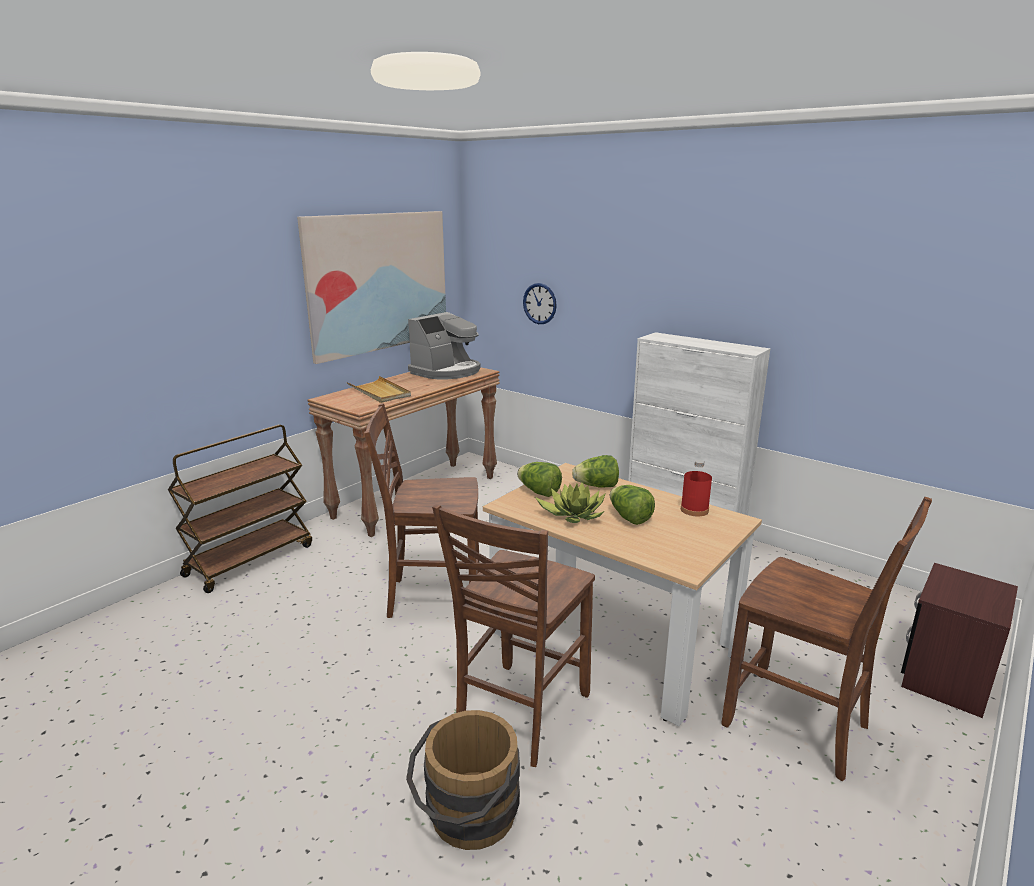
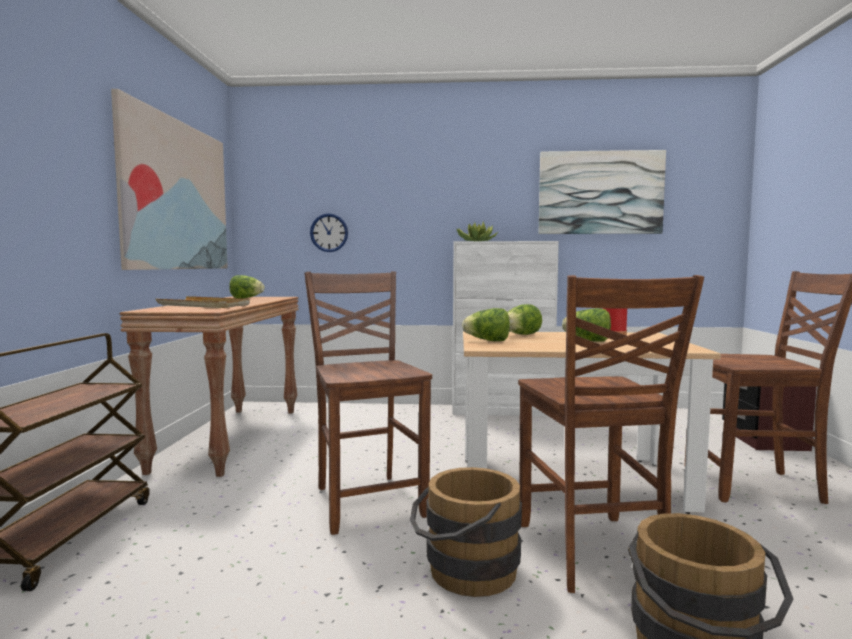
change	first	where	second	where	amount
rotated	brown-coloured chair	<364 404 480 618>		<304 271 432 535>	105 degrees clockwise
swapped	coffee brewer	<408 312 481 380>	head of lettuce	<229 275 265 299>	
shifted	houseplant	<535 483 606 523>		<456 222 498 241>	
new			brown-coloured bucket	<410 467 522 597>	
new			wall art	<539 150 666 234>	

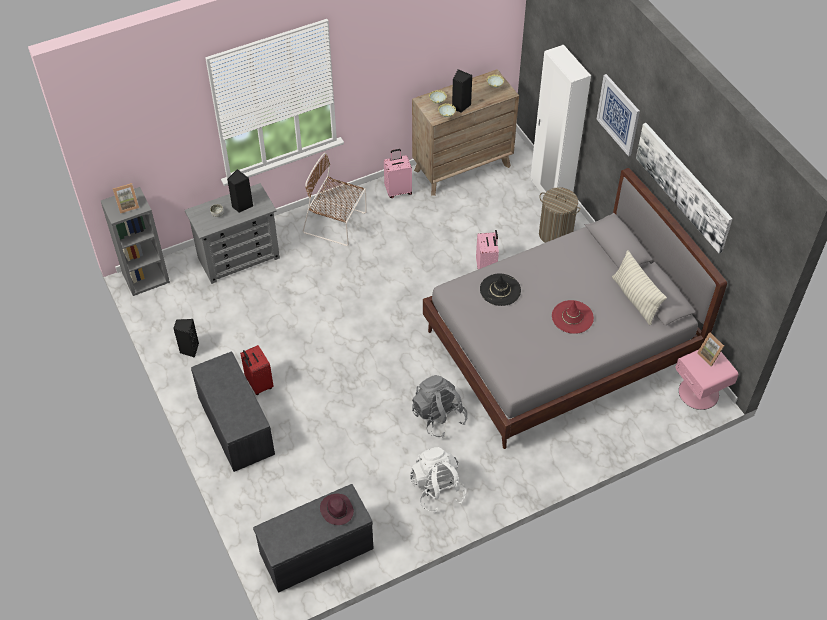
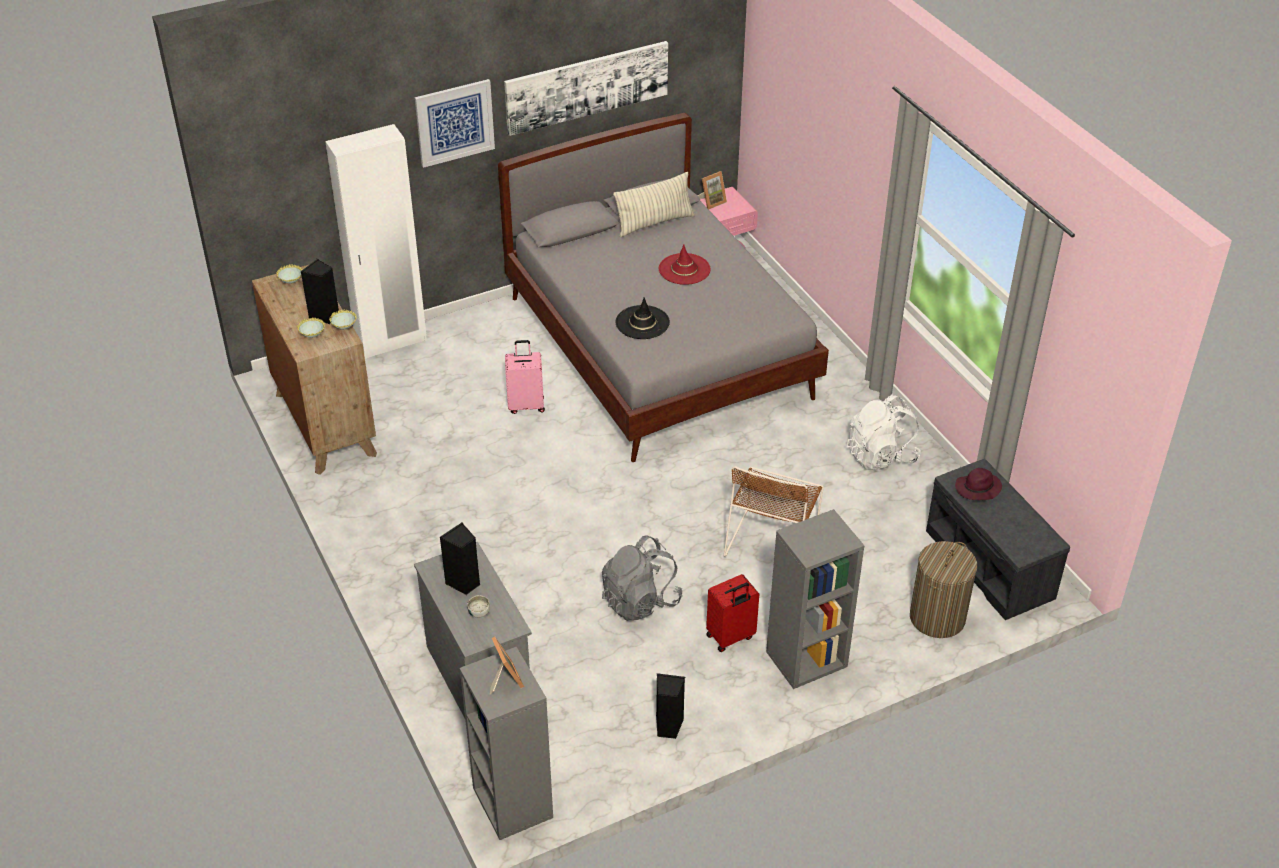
change	first	where	second	where	amount
swapped	gray long seat	<191 352 275 472>	gray bookshelf	<766 509 864 689>	
shifted	brown-coloured chair	<303 153 367 246>		<724 466 824 557>	
gone	pinkish suitcase	<384 149 412 198>			
shifted	gray rucksack	<412 375 467 438>		<602 536 682 621>	
shifted	washing basket	<539 187 581 243>		<910 541 977 638>	

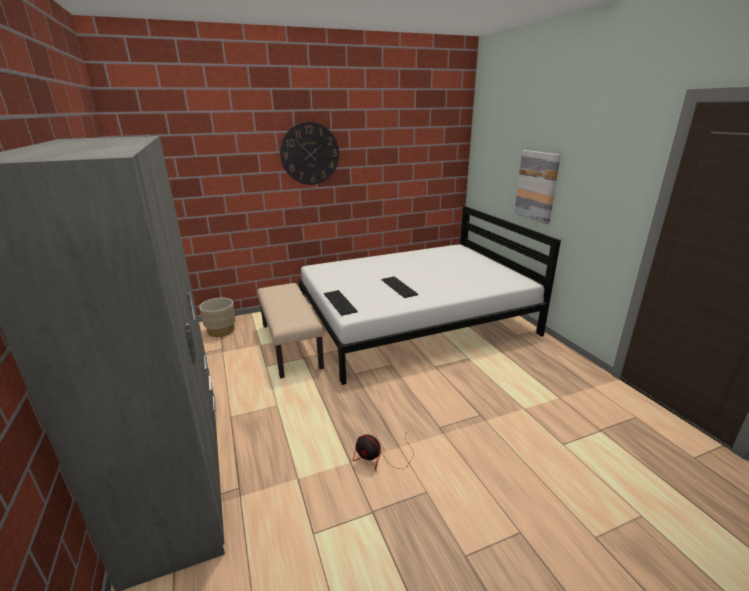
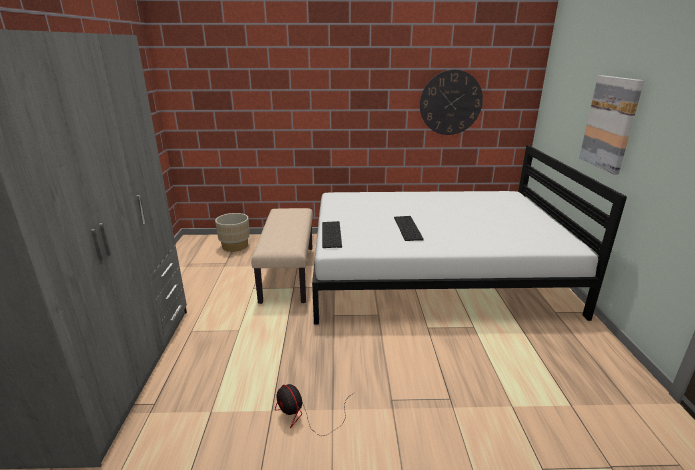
change	first	where	second	where	amount
shifted	hanging clock	<280 122 339 185>		<420 70 483 135>	

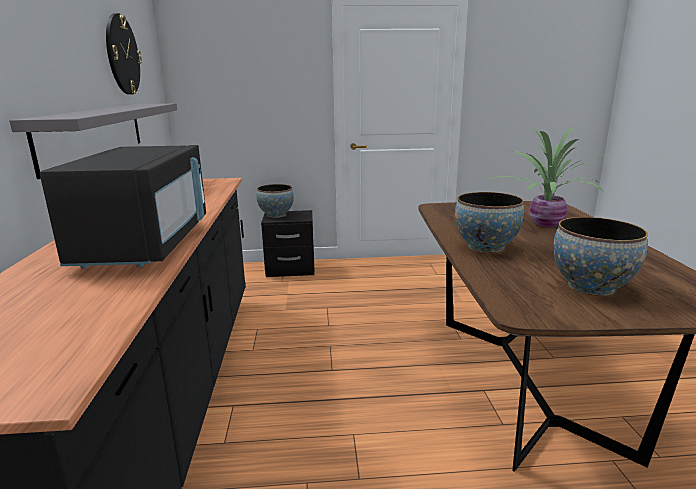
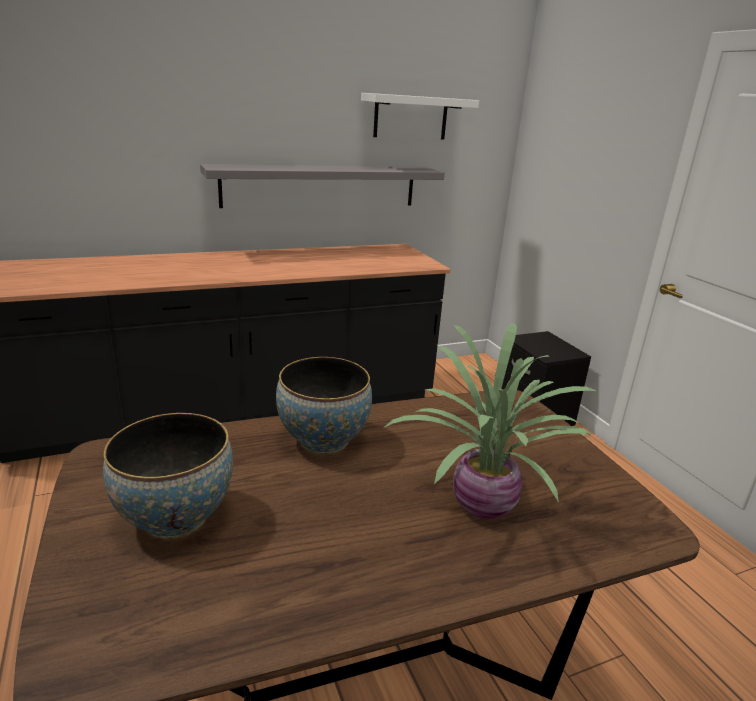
change	first	where	second	where	amount
gone	blackish microwave	<40 145 206 269>			
swapped	hanging clock	<106 13 142 95>	white-coloured shelf	<361 93 479 140>	
gone	bowl	<256 184 294 218>			

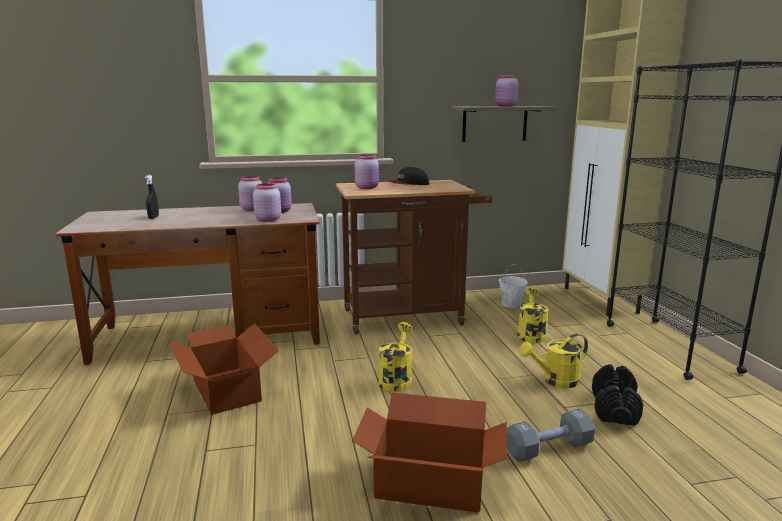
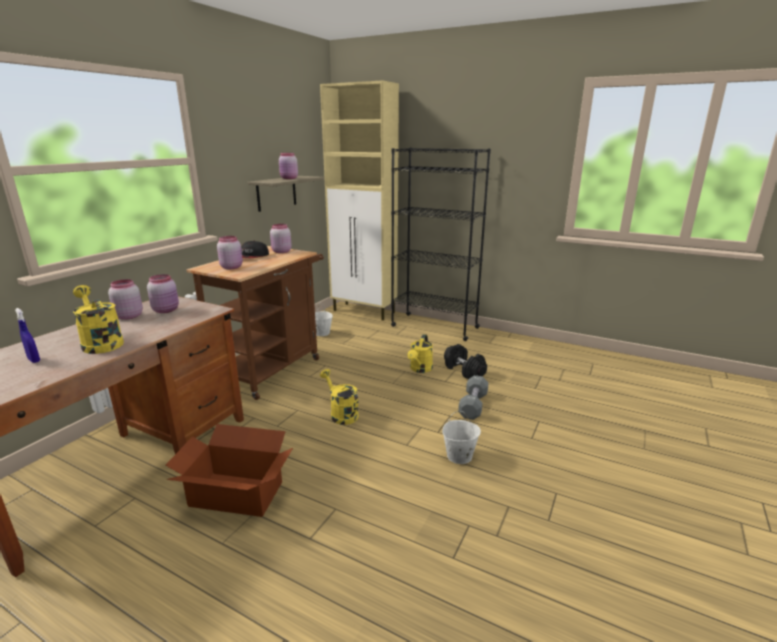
change	first	where	second	where	amount
repainted	blackish hand sprayer	<145 175 159 219>	bluish hand sprayer	<15 308 40 363>	
shifted	pinkish preserve jar	<253 183 281 222>		<270 224 292 253>	
swapped	cardboard box	<352 393 507 513>	white-coloured bucket	<442 411 481 464>	
shifted	yellow-coloured sprinkling can	<517 287 549 343>		<73 285 124 354>	

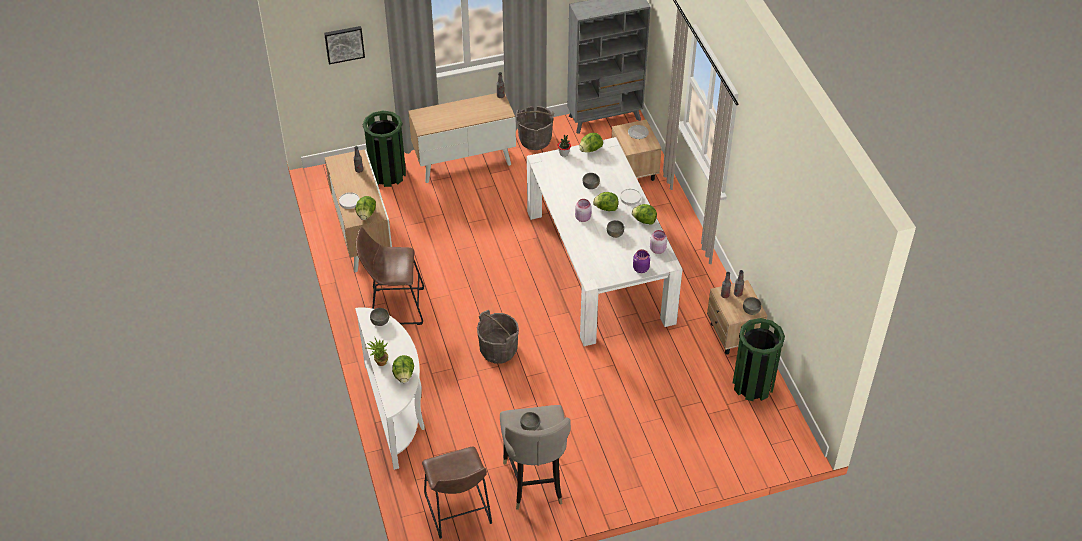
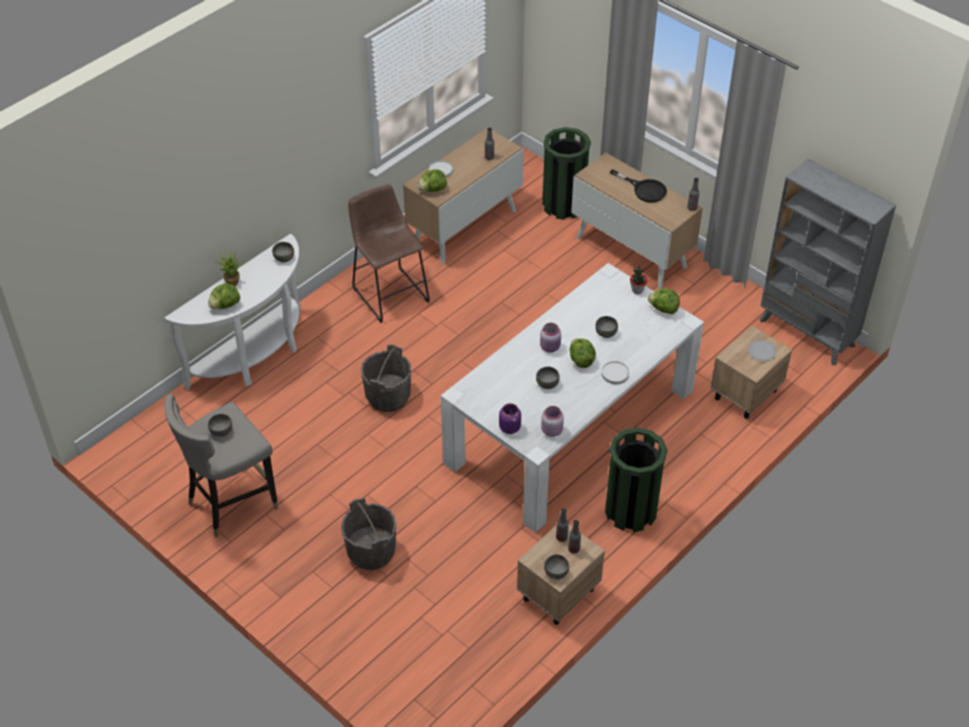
change	first	where	second	where	amount
gone	wall art	<324 26 365 64>			
gone	brown-coloured stool seat	<422 447 492 539>			
shifted	gray bucket	<516 106 554 150>		<341 497 397 570>	
gone	head of lettuce	<631 204 657 225>			
shifted	greenish trash can	<733 318 785 401>		<605 427 668 532>	
new			blackish pan	<610 169 667 203>	

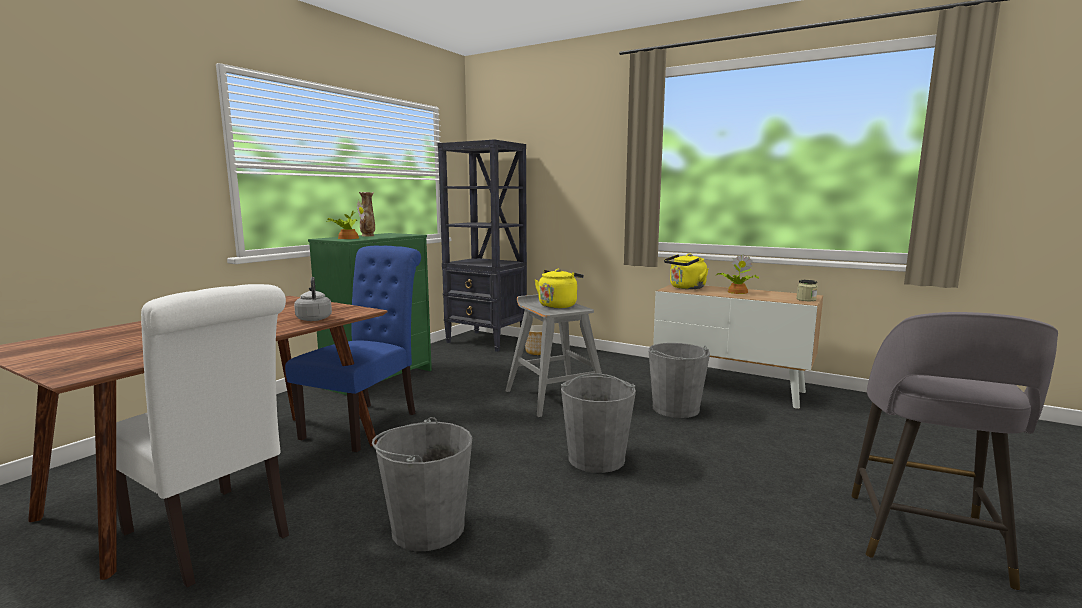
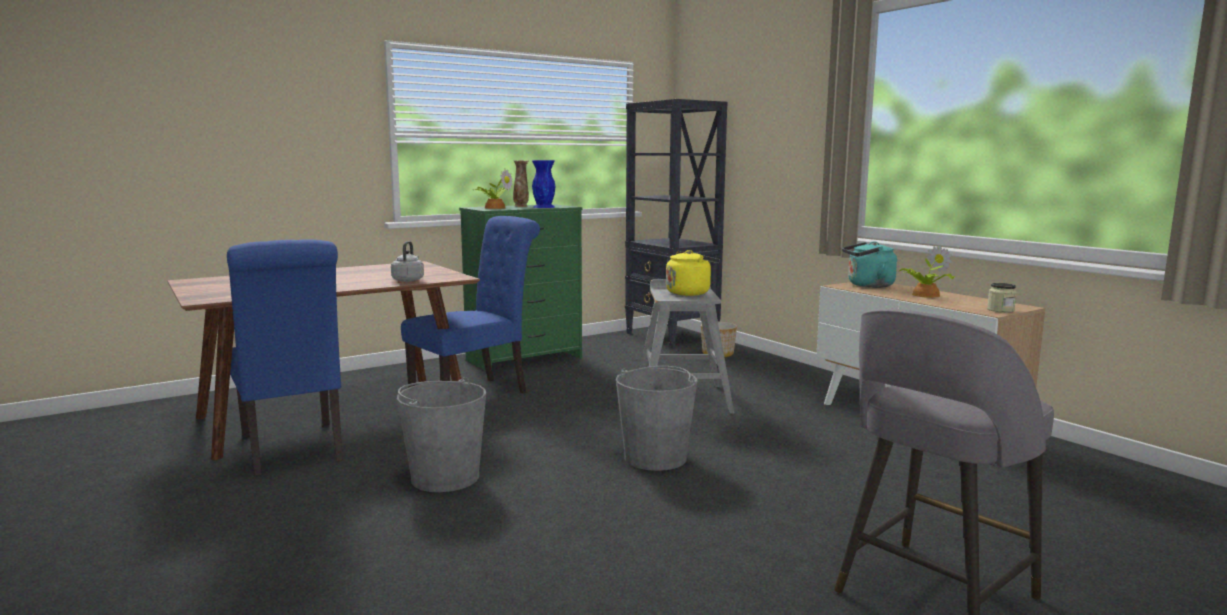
change	first	where	second	where	amount
repainted	white-coloured chair	<116 284 289 588>	bluish chair	<227 239 343 476>	
gone	gray bucket	<648 343 710 418>			
repainted	yellow-coloured kettle	<664 253 708 289>	blue-green kettle	<842 241 897 288>	
new			bluish decorative vase	<532 160 556 208>	

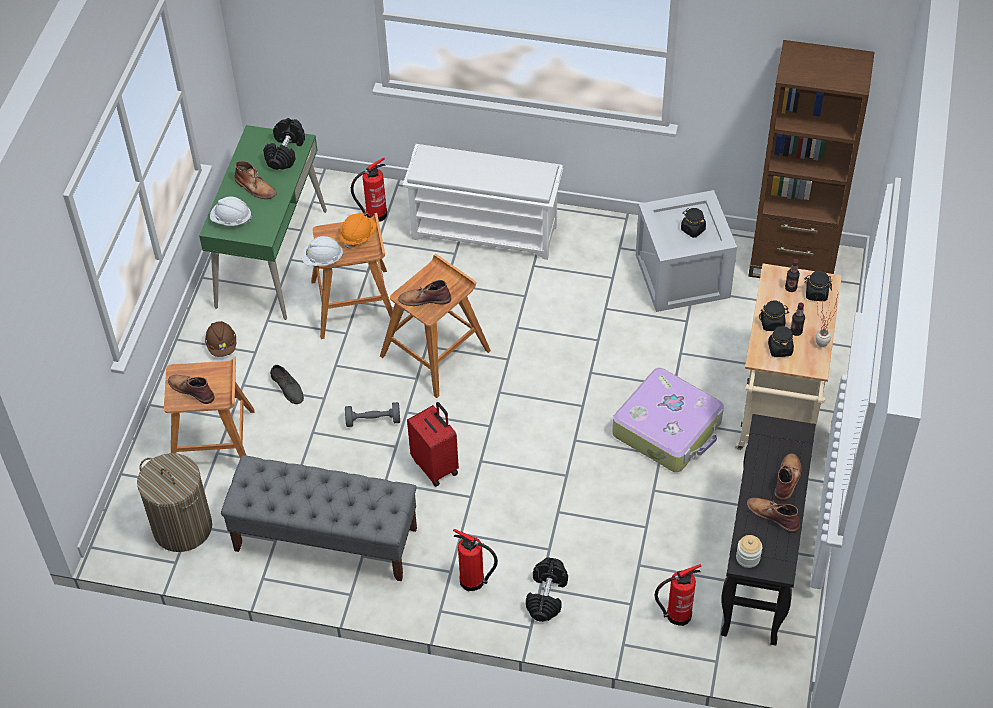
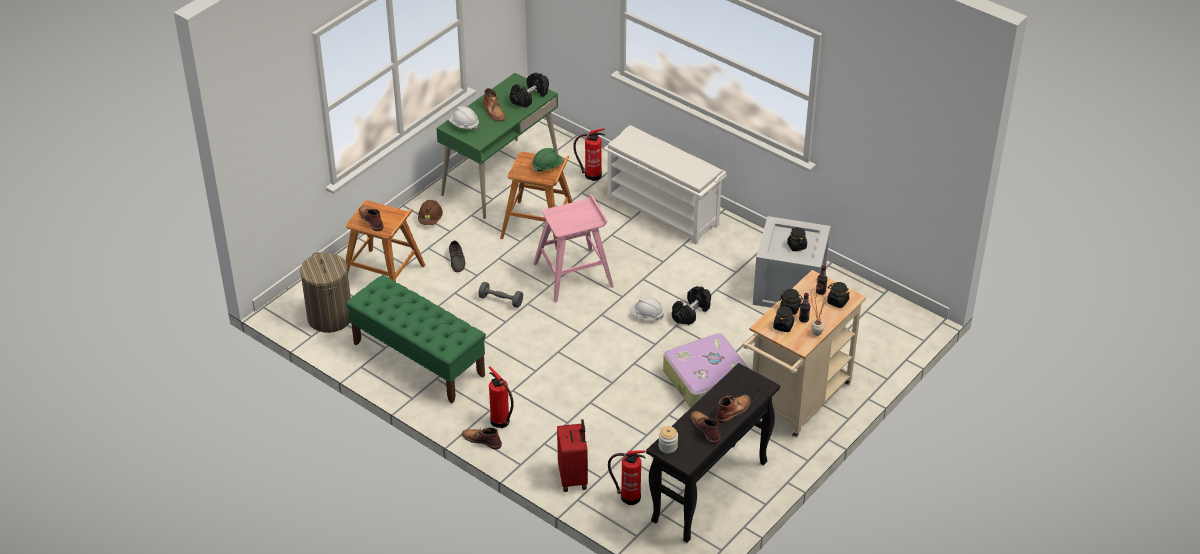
change	first	where	second	where	amount
repainted	gray long seat	<221 455 417 581>	greenish long seat	<346 275 486 403>	
shifted	white-coloured safety helmet	<302 236 344 266>		<631 297 664 320>	
repainted	orange-coloured safety helmet	<340 212 377 249>	greenish safety helmet	<532 148 563 172>	
repainted	brown-coloured stool seat	<380 254 491 398>	pinkish stool seat	<533 194 614 303>	
shifted	brown-coloured boot	<399 280 451 306>		<462 427 502 449>	
shifted	reddish suitcase	<407 402 459 487>		<557 419 588 492>	
shifted	blackish hand weight	<526 557 568 622>		<672 286 711 325>	
gone	brown-coloured bookshelf	<748 40 875 278>			

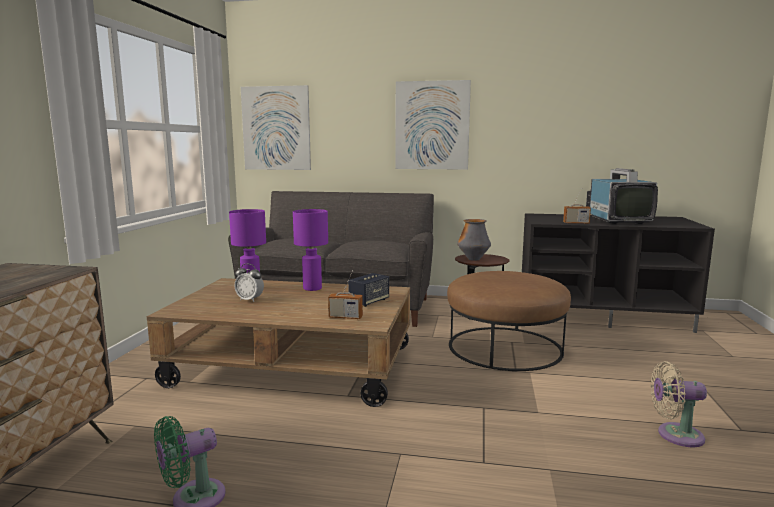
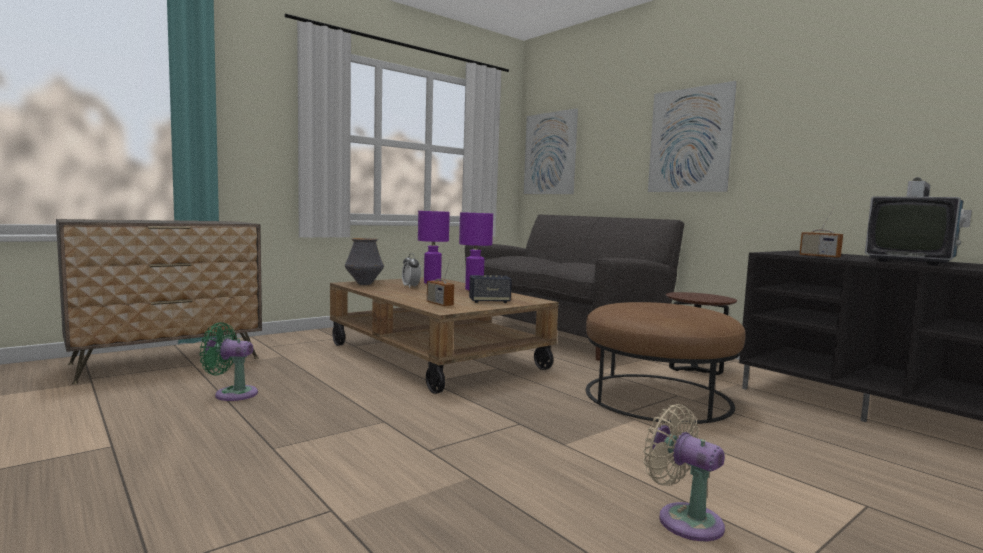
change	first	where	second	where	amount
shifted	decorative vase	<457 219 491 261>		<345 238 384 285>	

